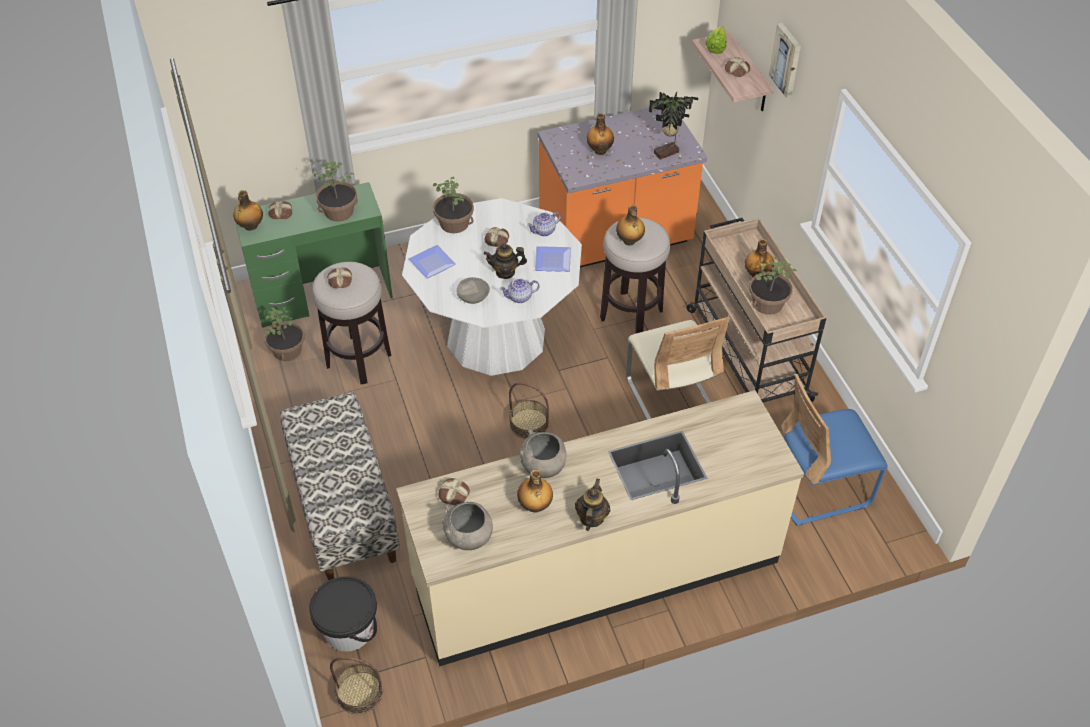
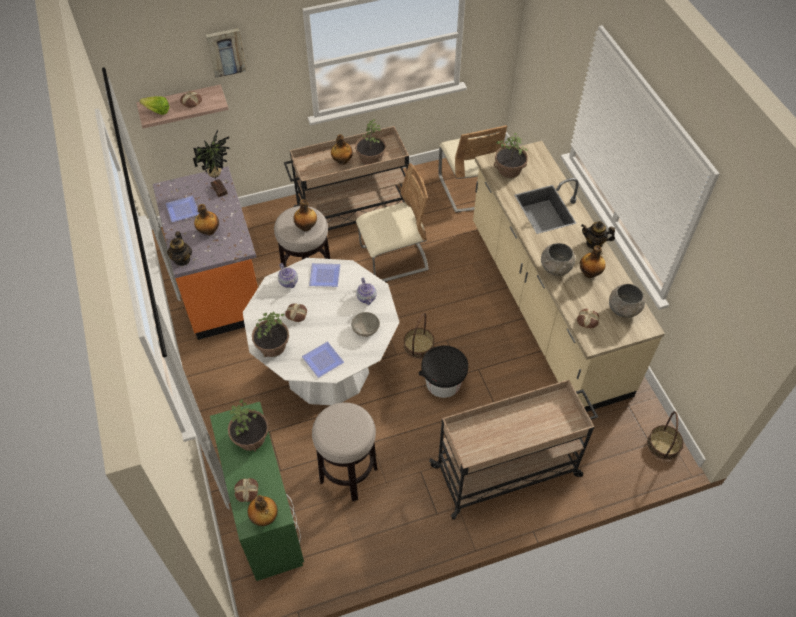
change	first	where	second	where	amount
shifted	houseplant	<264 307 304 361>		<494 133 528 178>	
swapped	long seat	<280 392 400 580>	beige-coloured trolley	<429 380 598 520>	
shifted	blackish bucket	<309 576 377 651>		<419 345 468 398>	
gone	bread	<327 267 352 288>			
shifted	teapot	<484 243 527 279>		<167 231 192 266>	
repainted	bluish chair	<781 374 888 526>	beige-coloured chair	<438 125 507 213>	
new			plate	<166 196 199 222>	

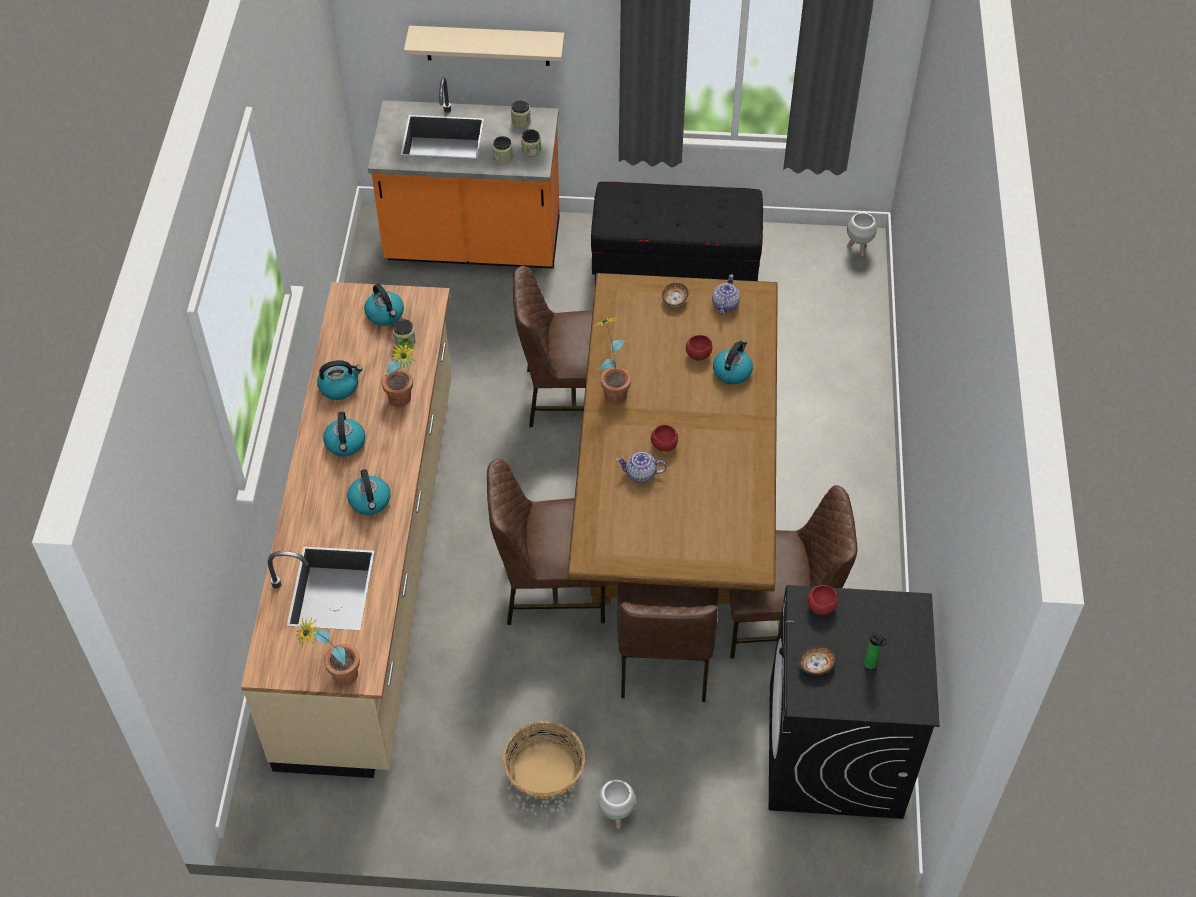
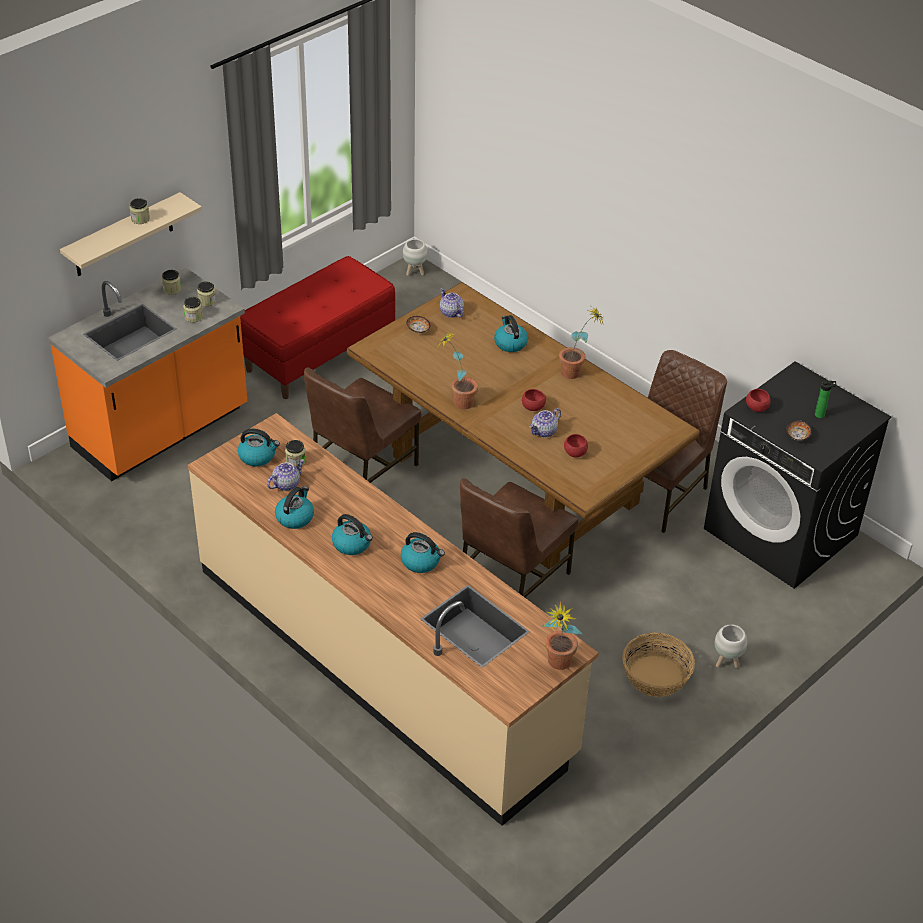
change	first	where	second	where	amount
shifted	houseplant	<382 341 417 407>		<559 307 603 379>	
repainted	blackish long seat	<591 182 763 281>	reddish long seat	<240 256 395 399>	
gone	brown-coloured chair	<617 582 718 702>			
shifted	reddish bowl	<686 335 712 361>		<564 434 588 458>	
new			preserve jar	<130 198 150 224>	
new			teapot	<267 459 304 491>	

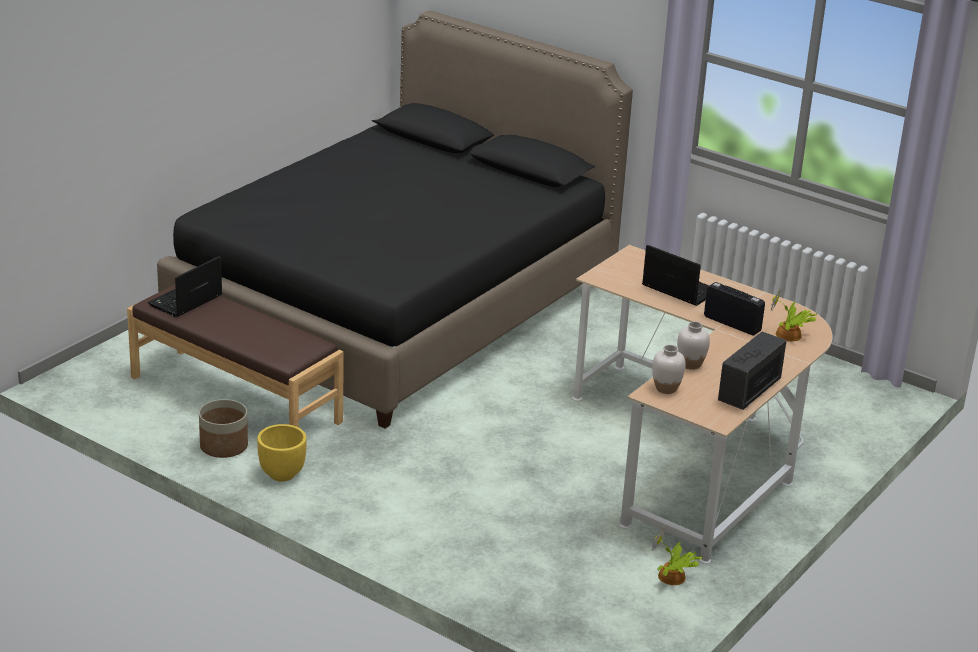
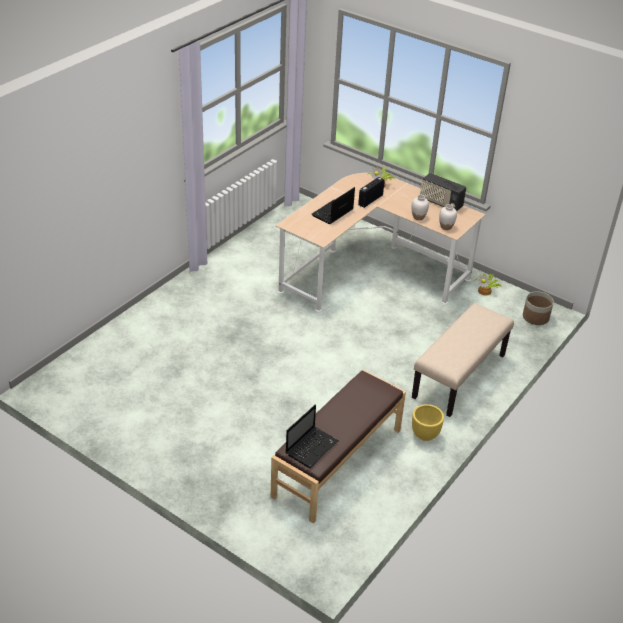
change	first	where	second	where	amount
rotated	laptop	<148 256 222 317>		<286 405 339 468>	90 degrees counterclockwise
gone	blackish bedroom bed	<157 11 633 429>			
shifted	planter	<199 399 248 458>		<523 291 554 325>	
new			beige-coloured long seat	<412 303 514 417>	

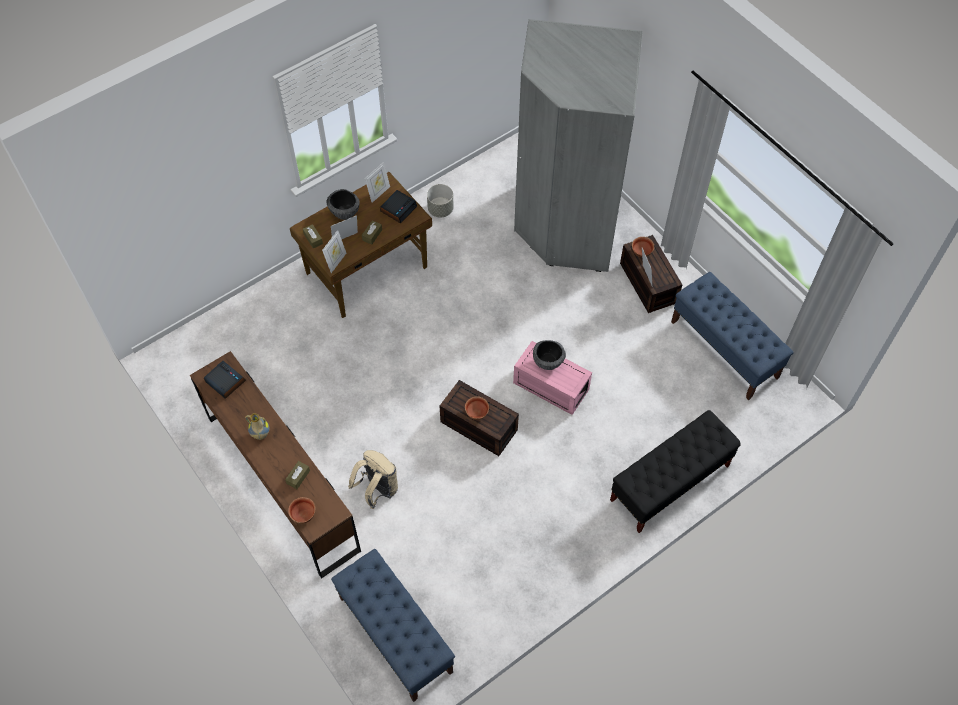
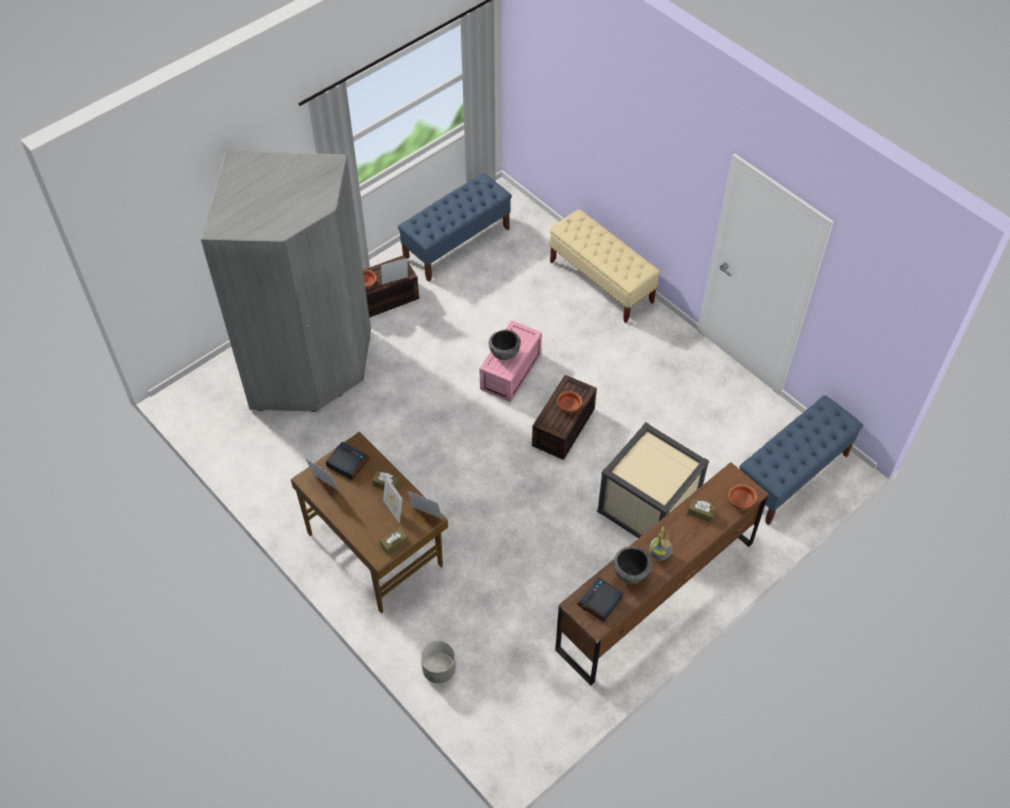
change	first	where	second	where	amount
shifted	bowl	<326 189 360 220>		<613 546 652 584>	
swapped	beige-coloured rucksack	<348 450 398 509>	beige-coloured storage bin	<597 422 709 538>	
shifted	gray planter	<427 184 454 218>		<421 641 456 684>	
repainted	blackish long seat	<610 410 741 533>	beige-coloured long seat	<549 209 660 323>	

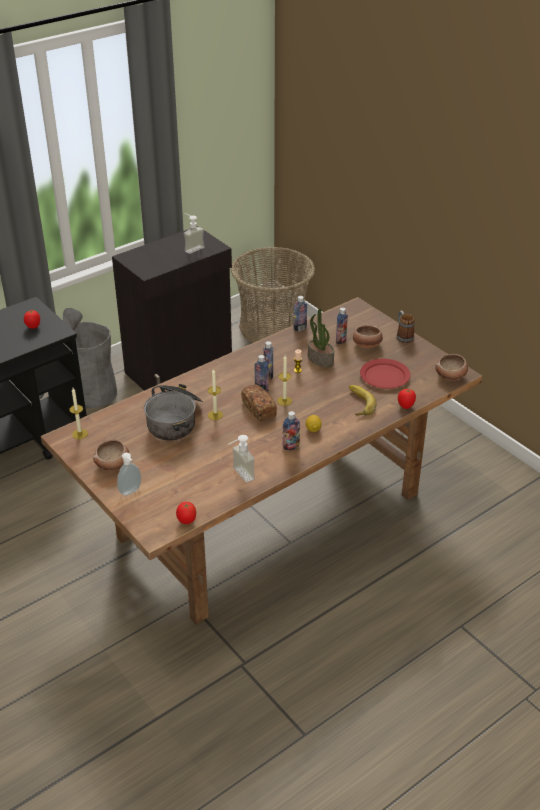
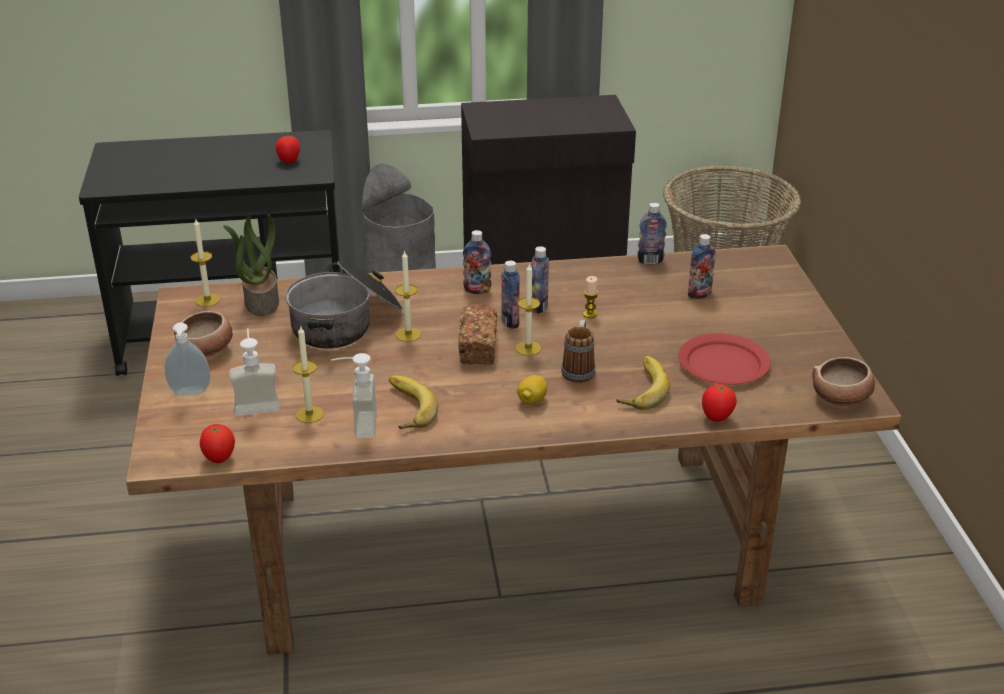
change	first	where	second	where	amount
shifted	liquid soap bottle	<184 214 205 254>		<229 328 280 416>	
shifted	drink bottle	<282 411 300 450>		<463 230 491 294>	
shifted	houseplant	<308 309 334 367>		<223 213 279 316>	
gone	bowl	<353 325 383 348>			
shifted	coffee mug	<397 311 415 343>		<561 320 595 383>	
new			wax candle	<293 325 324 423>	
new			banana fruit	<389 375 438 429>	

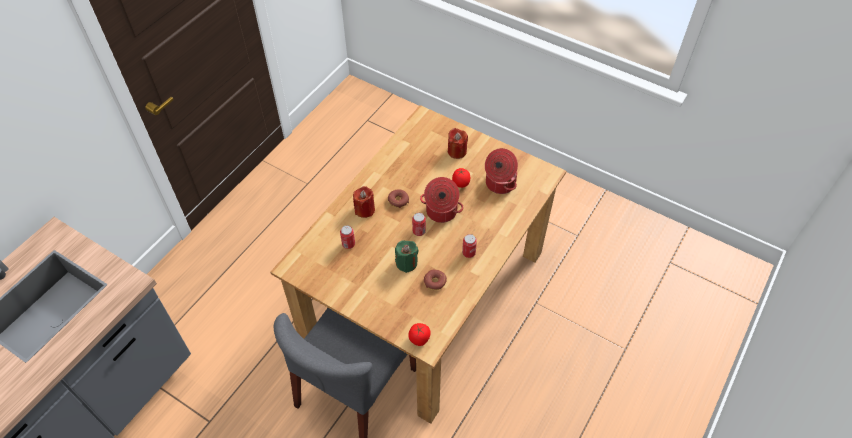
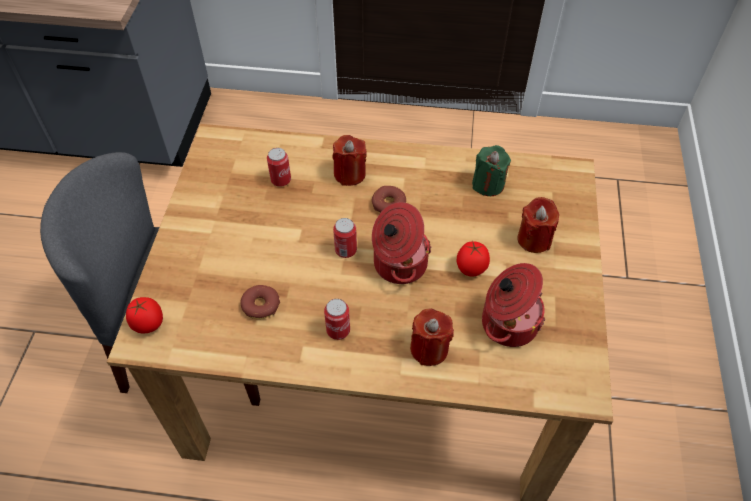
change	first	where	second	where	amount
shifted	greenish wax candle	<395 240 419 273>		<472 145 511 196>	
new			reddish wax candle	<410 309 454 366>	

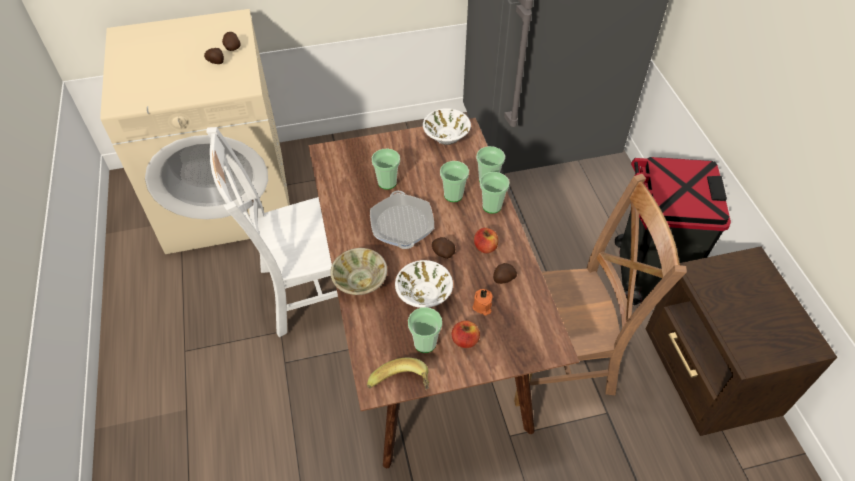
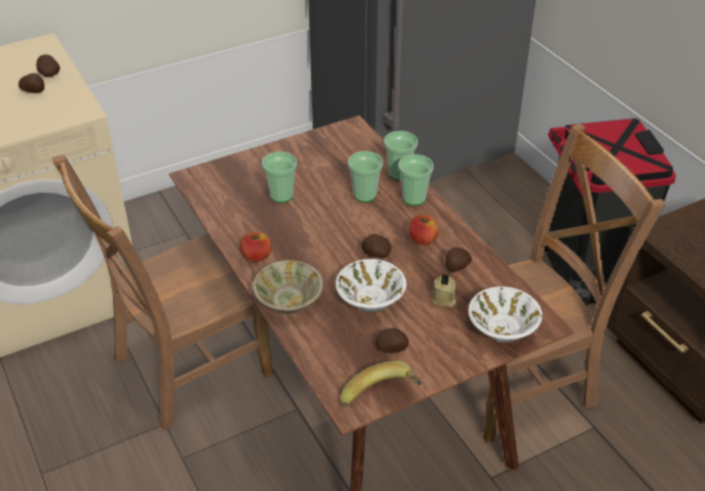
change	first	where	second	where	amount
repainted	white-coloured chair	<206 127 338 337>	brown-coloured chair	<52 155 273 431>	
gone	pan	<370 191 434 249>			
swapped	cup	<408 307 442 353>	potato	<376 328 409 353>	
shifted	white-coloured bowl	<423 108 471 145>		<468 287 542 343>	
shifted	whole apple	<452 321 480 348>		<240 232 272 262>	
repainted	orange-coloured wax candle	<472 289 493 315>	beige-coloured wax candle	<432 274 456 307>	

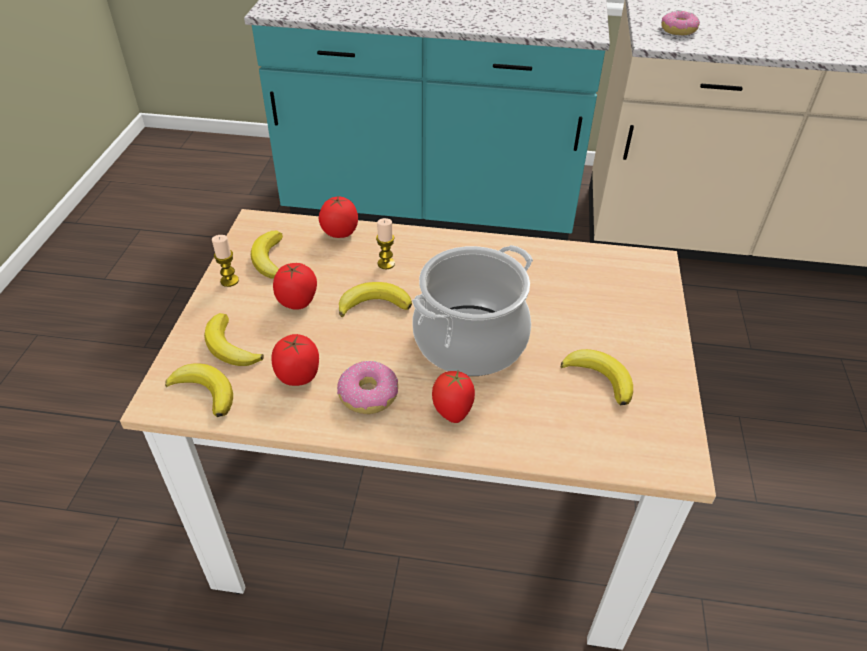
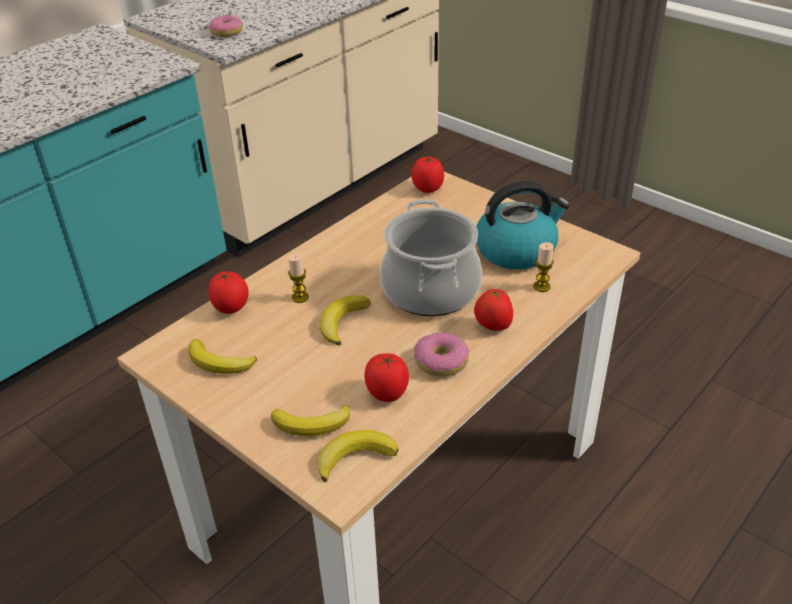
change	first	where	second	where	amount
shifted	wax candle	<212 235 239 287>		<533 242 554 292>	
shifted	whole tomato	<273 263 317 310>		<412 157 444 193>	
swapped	banana fruit	<561 349 633 405>	kettle	<476 181 570 270>	

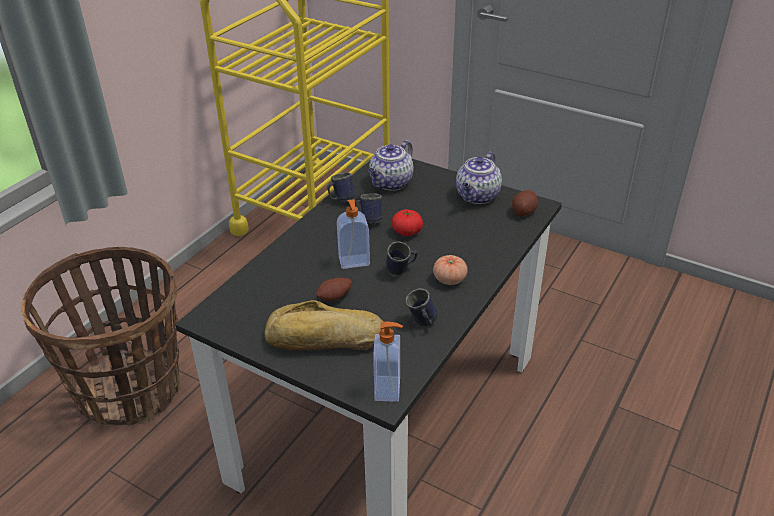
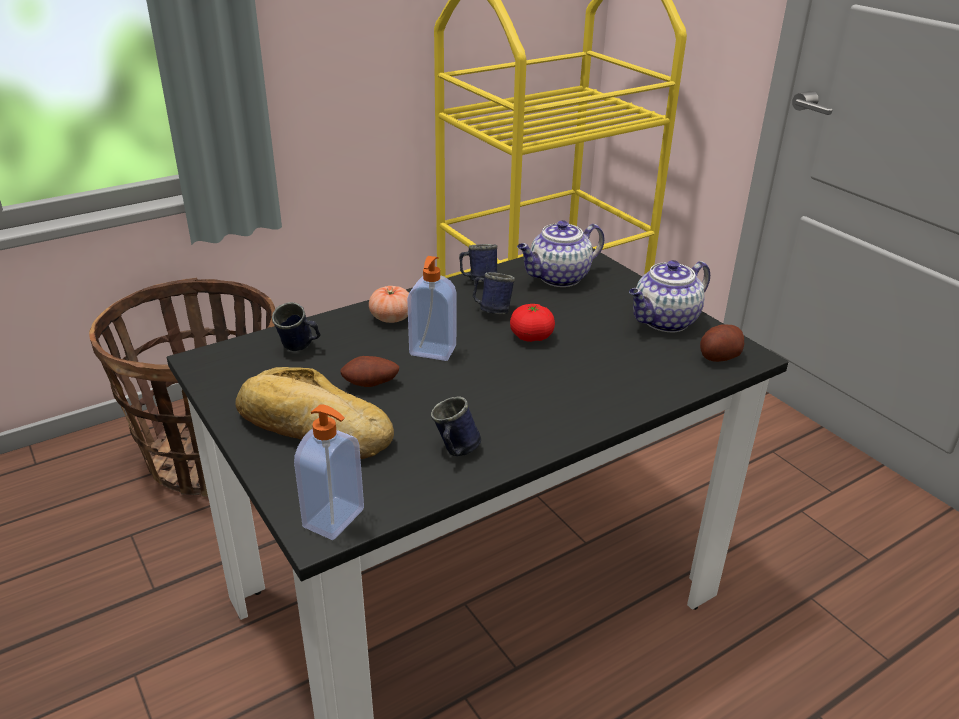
change	first	where	second	where	amount
shifted	bluish coffee mug	<385 241 418 275>		<272 302 320 351>	
shifted	whole tomato	<433 255 468 285>		<369 286 409 323>	

